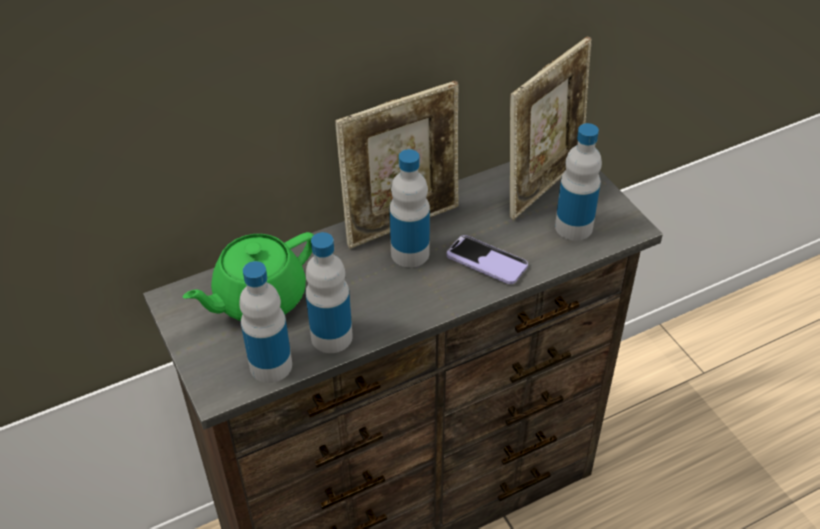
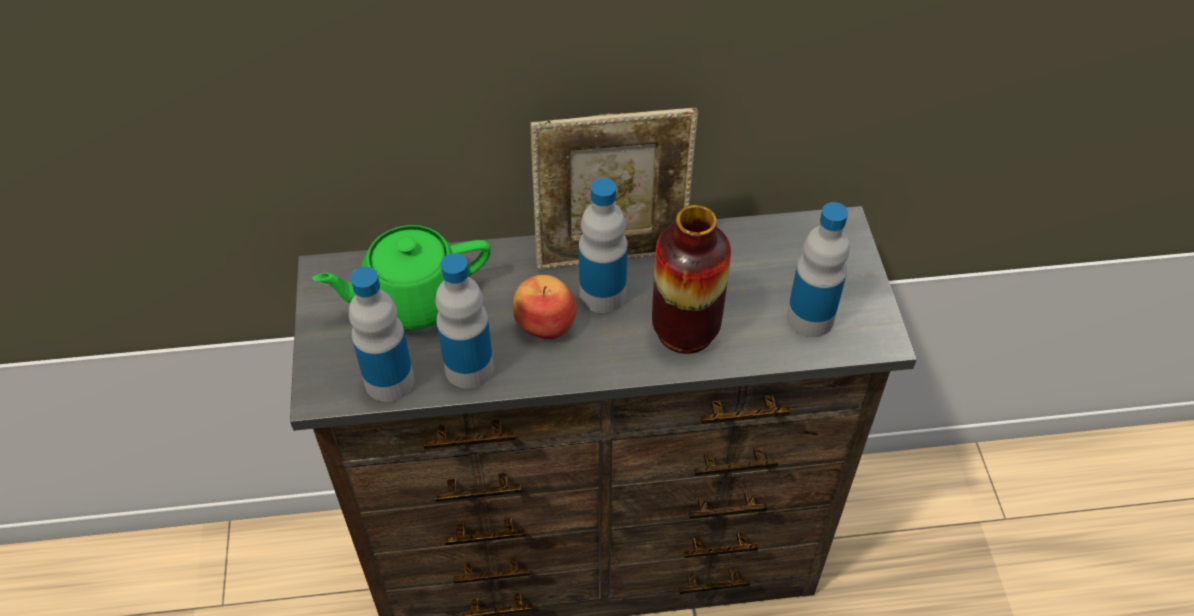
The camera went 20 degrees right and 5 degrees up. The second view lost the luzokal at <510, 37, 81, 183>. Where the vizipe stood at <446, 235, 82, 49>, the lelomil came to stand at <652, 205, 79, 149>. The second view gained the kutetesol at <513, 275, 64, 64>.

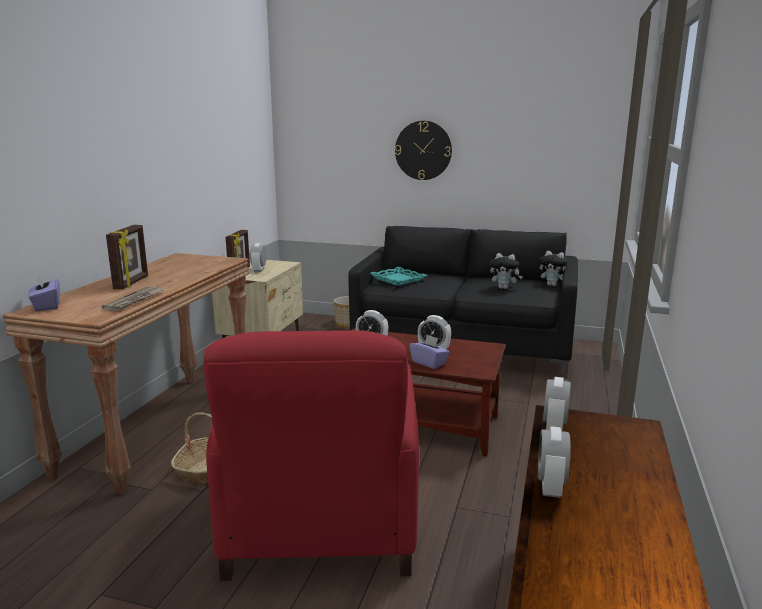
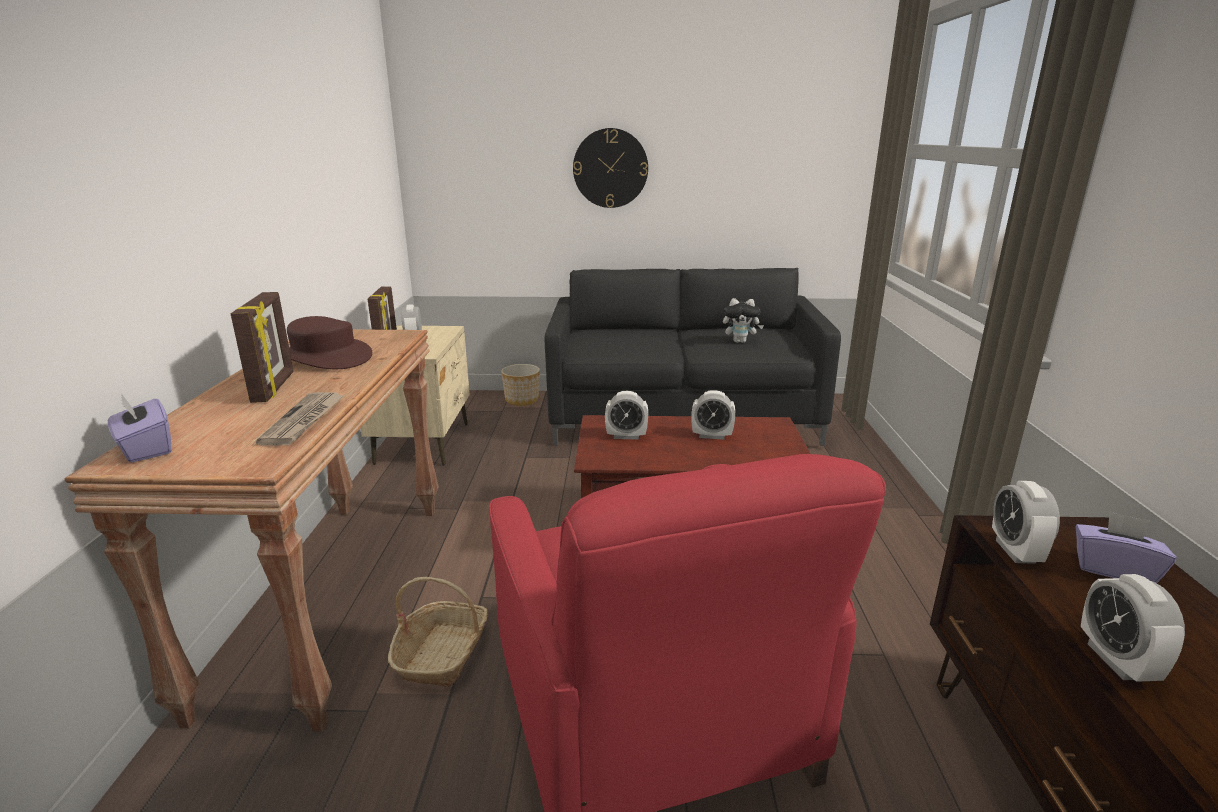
The camera went 15 degrees left and 5 degrees up. The second view lost the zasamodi at <539, 251, 29, 35>. The second view lost the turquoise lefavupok at <370, 267, 57, 19>. The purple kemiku ended up elsewhere, having gone from <409, 335, 41, 34> to <1075, 511, 102, 72>. The second view gained the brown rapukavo at <287, 316, 85, 53>.

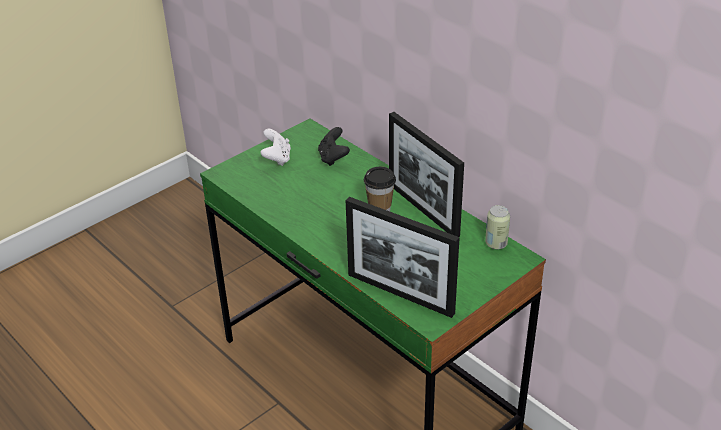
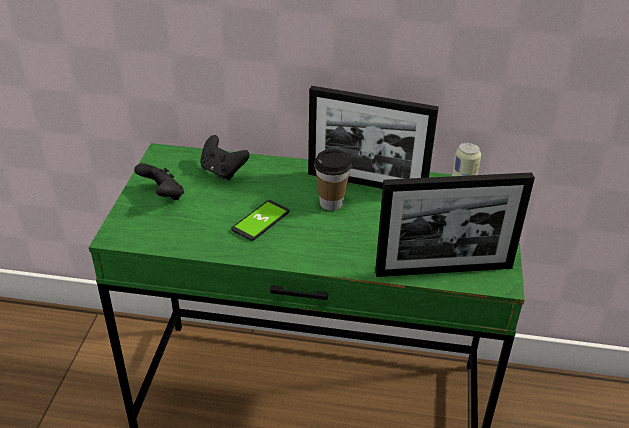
The camera went 40 degrees left and 0 degrees up. What was the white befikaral at <260, 129, 31, 37> turned into the black befikaral at <134, 163, 50, 37>. The second view gained the vizipe at <231, 200, 59, 41>.

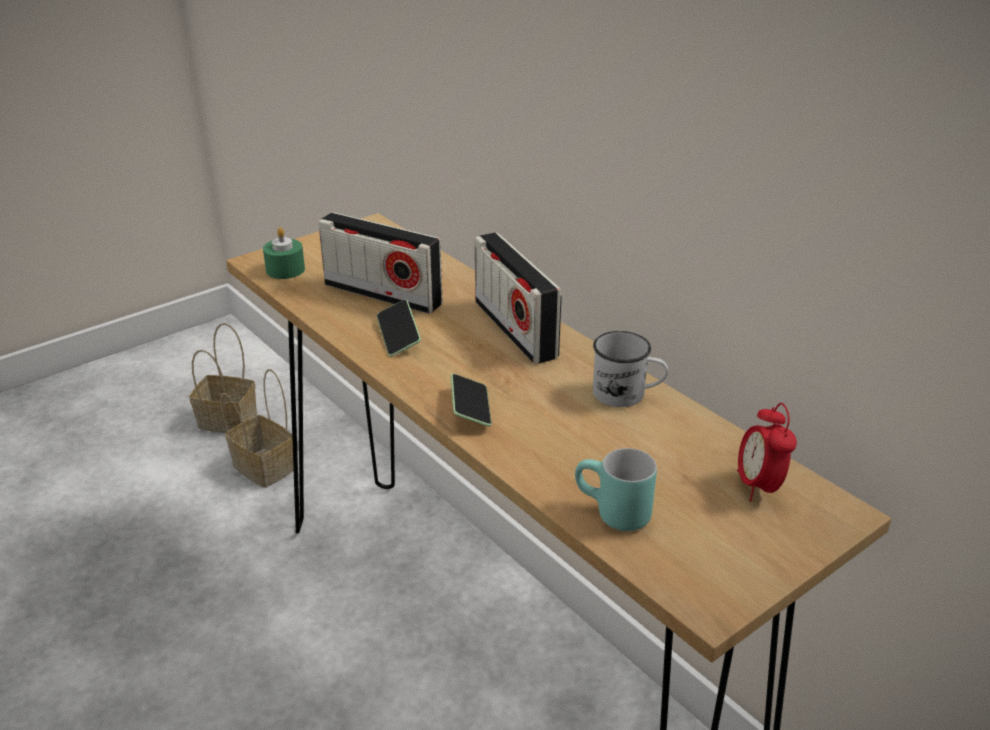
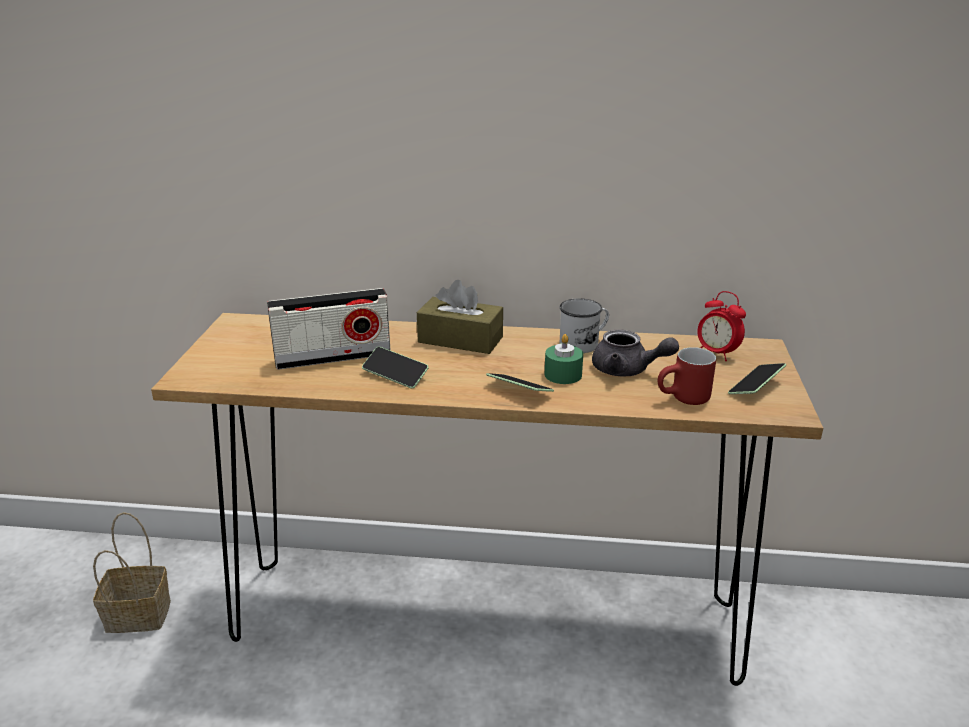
The camera went 45 degrees left and 5 degrees down. The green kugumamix ended up elsewhere, having gone from <263, 227, 42, 52> to <544, 334, 39, 50>. Where the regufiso stood at <475, 232, 87, 132>, the brown kemiku came to stand at <417, 280, 86, 74>. The second view lost the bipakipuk at <189, 323, 68, 110>. What was the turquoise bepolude at <575, 448, 82, 83> turned into the red bepolude at <658, 347, 58, 58>. The second view gained the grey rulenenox at <592, 330, 87, 46>. The second view gained the vizipe at <728, 363, 58, 31>.

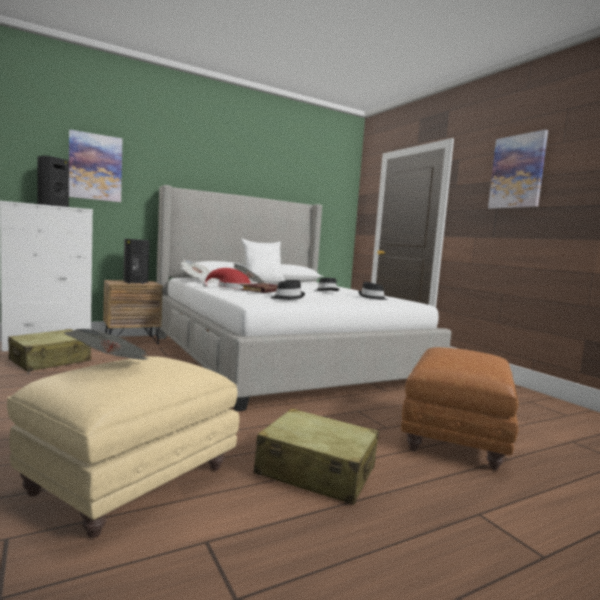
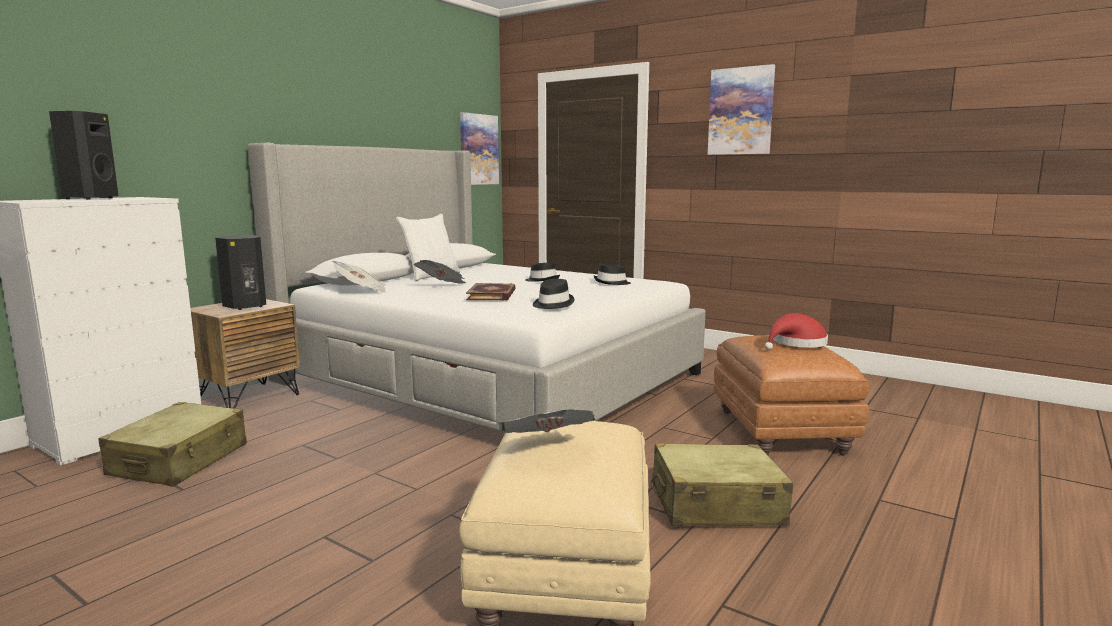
The camera went 25 degrees left and 5 degrees up. The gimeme ended up elsewhere, having gone from <69, 129, 53, 73> to <460, 112, 39, 73>. The red rapukavo ended up elsewhere, having gone from <203, 268, 48, 21> to <765, 313, 63, 37>.

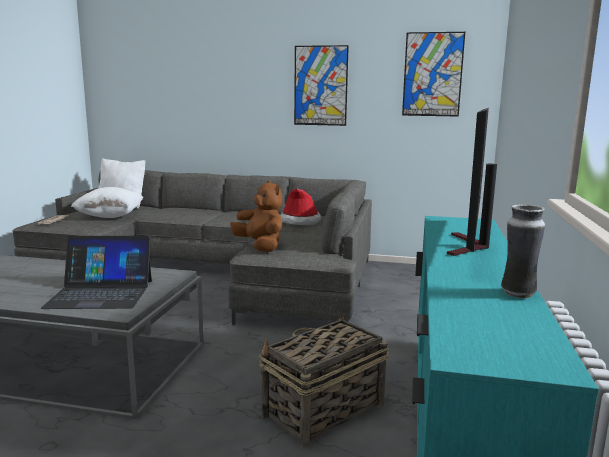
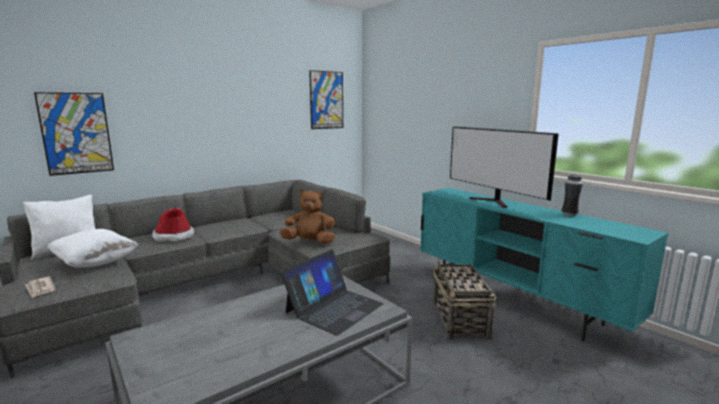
The camera went 50 degrees left and 0 degrees up. The gimeme ended up elsewhere, having gone from <294, 45, 55, 81> to <34, 92, 80, 84>. The rapukavo ended up elsewhere, having gone from <280, 188, 41, 37> to <152, 208, 42, 34>.

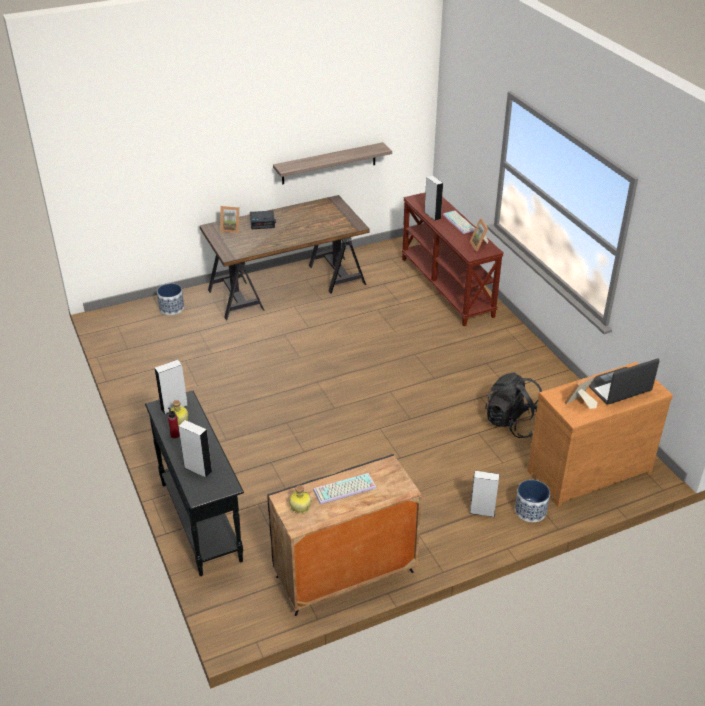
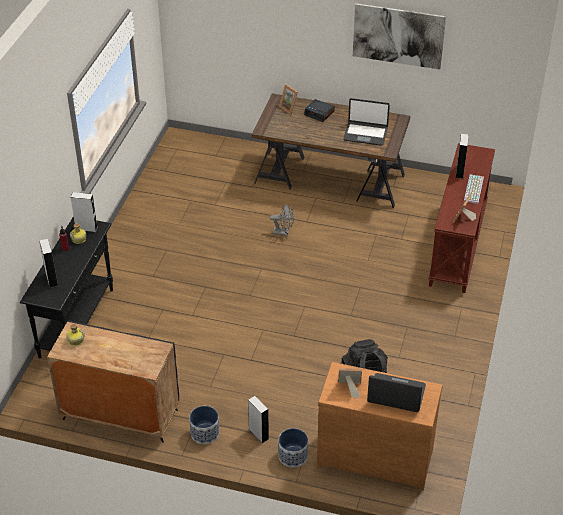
The camera went 40 degrees right and 5 degrees up. The second view lost the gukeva at <273, 142, 119, 42>. The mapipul ended up elsewhere, having gone from <157, 283, 27, 32> to <189, 406, 30, 38>. The second view lost the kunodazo at <313, 473, 63, 32>. The second view gained the gimeme at <353, 3, 93, 66>. The second view gained the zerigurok at <343, 98, 47, 48>. The second view gained the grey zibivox at <270, 204, 24, 32>.

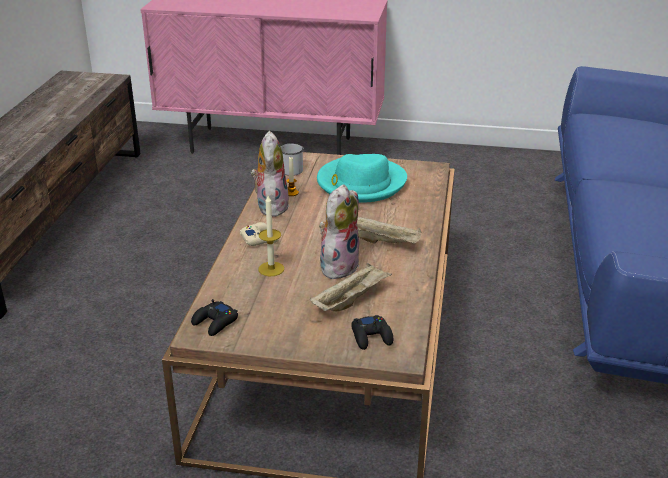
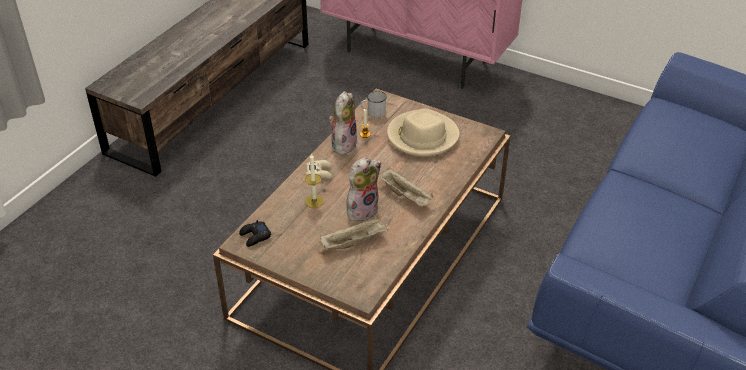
The camera went 20 degrees right and 10 degrees up. What was the turquoise rapukavo at <317, 154, 90, 48> turned into the beige rapukavo at <387, 109, 72, 48>. The second view lost the black befikaral at <351, 315, 42, 35>.

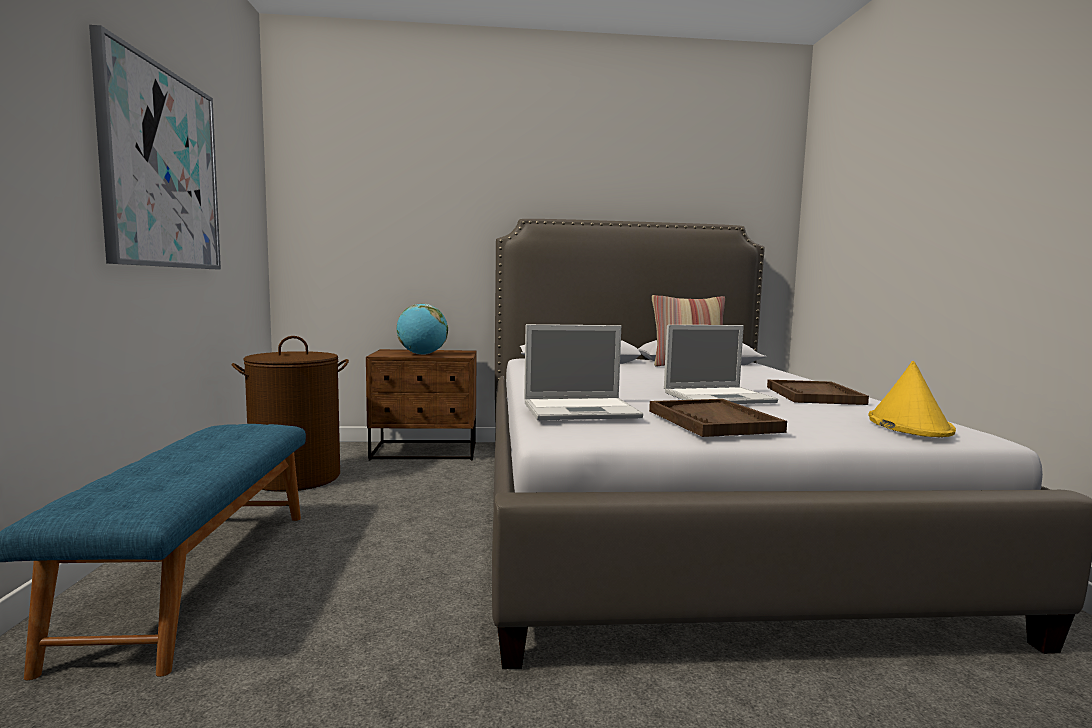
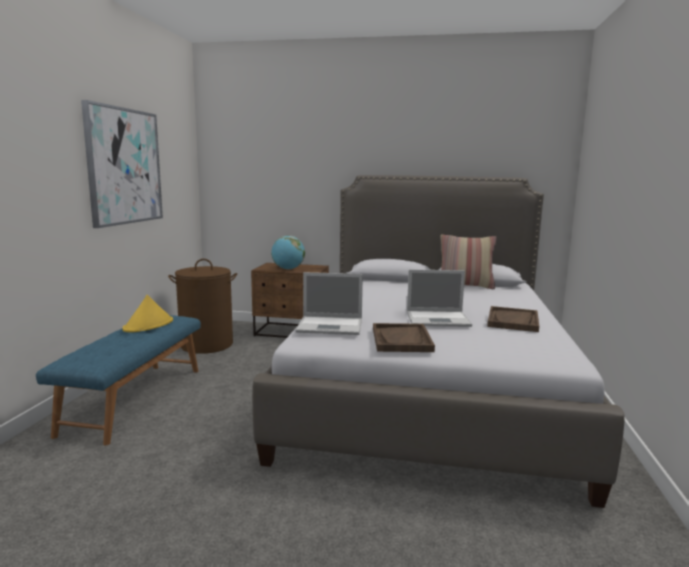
The camera went 15 degrees right and 5 degrees up. The yellow rapukavo ended up elsewhere, having gone from <868, 361, 88, 76> to <122, 295, 51, 37>.

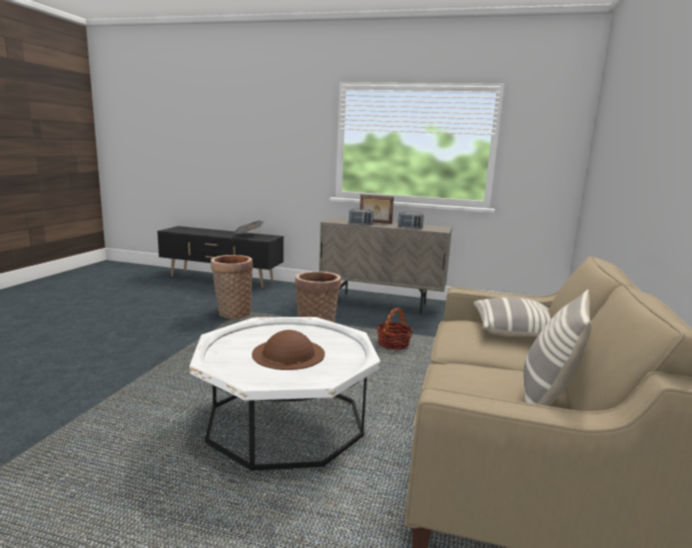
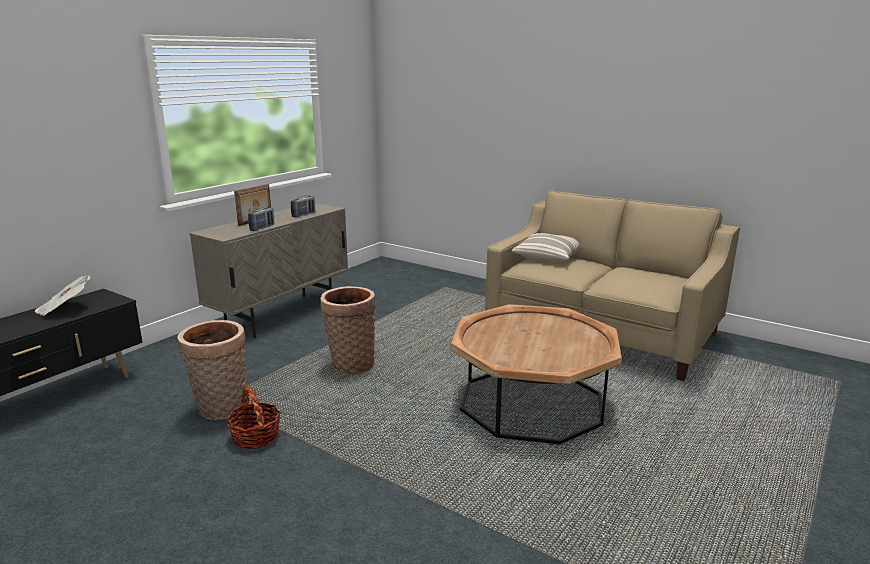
The camera went 70 degrees left and 5 degrees up. The second view lost the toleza at <523, 290, 69, 116>. The bipakipuk ended up elsewhere, having gone from <377, 308, 36, 42> to <226, 387, 55, 62>. What was the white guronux at <190, 317, 190, 154> turned into the brown guronux at <451, 304, 171, 140>. The second view lost the brown rapukavo at <252, 330, 73, 40>.

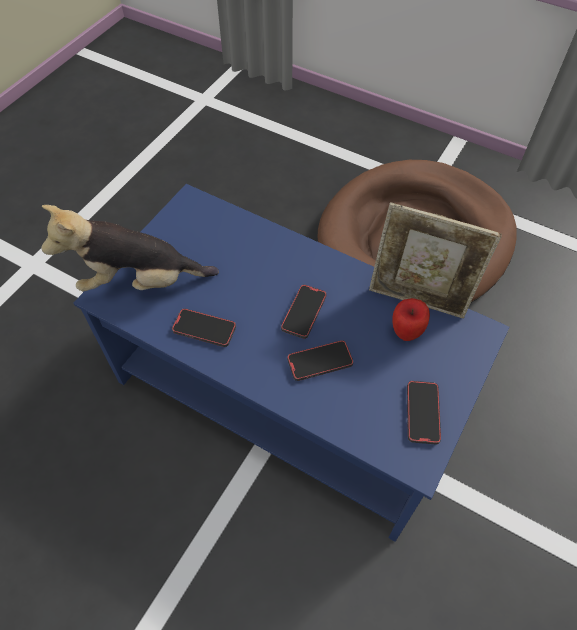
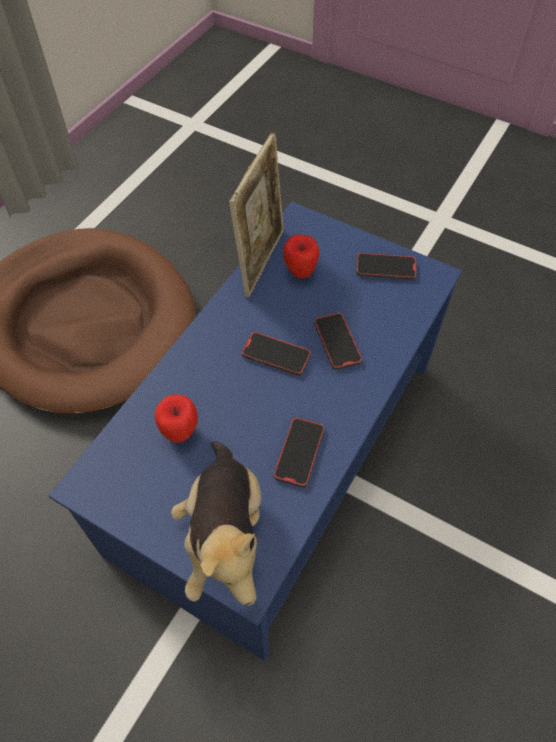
The camera went 90 degrees left and 0 degrees up. The second view gained the kutetesol at <155, 394, 43, 49>.

